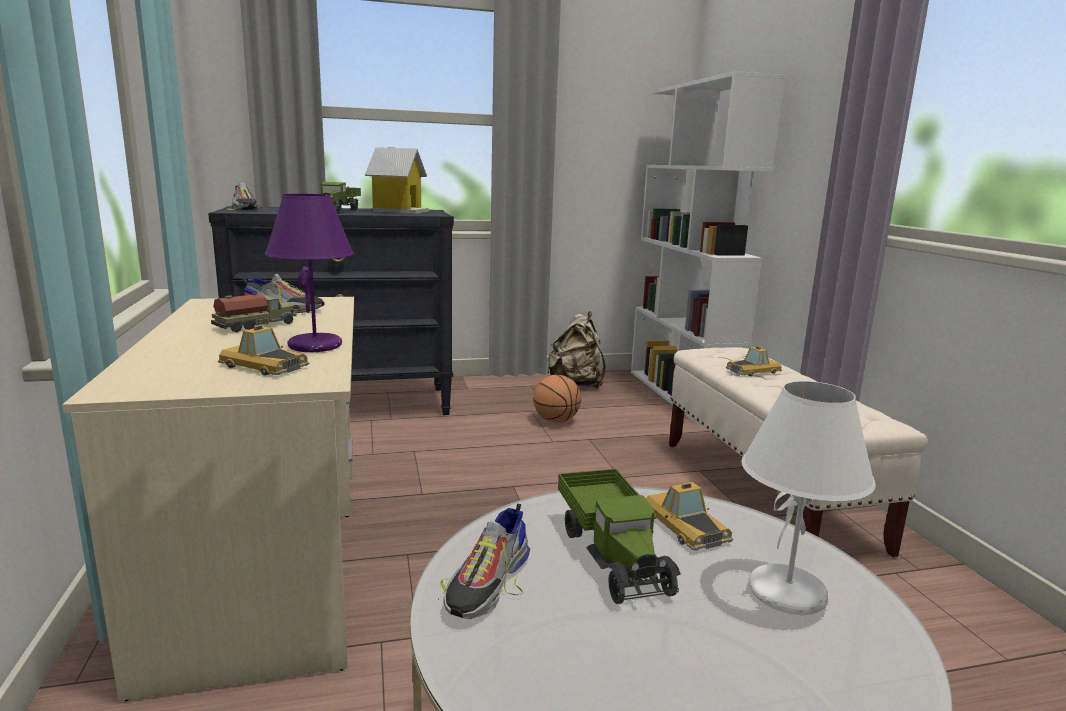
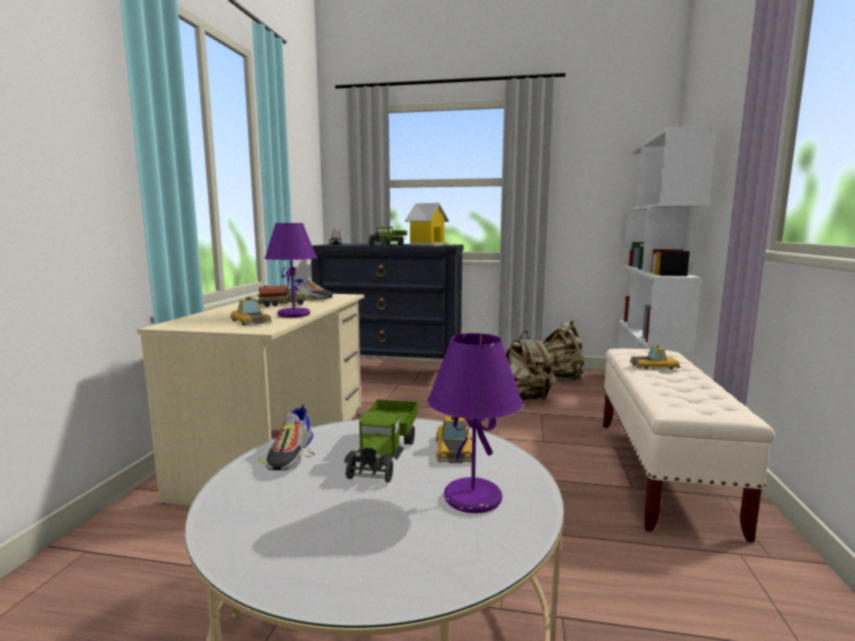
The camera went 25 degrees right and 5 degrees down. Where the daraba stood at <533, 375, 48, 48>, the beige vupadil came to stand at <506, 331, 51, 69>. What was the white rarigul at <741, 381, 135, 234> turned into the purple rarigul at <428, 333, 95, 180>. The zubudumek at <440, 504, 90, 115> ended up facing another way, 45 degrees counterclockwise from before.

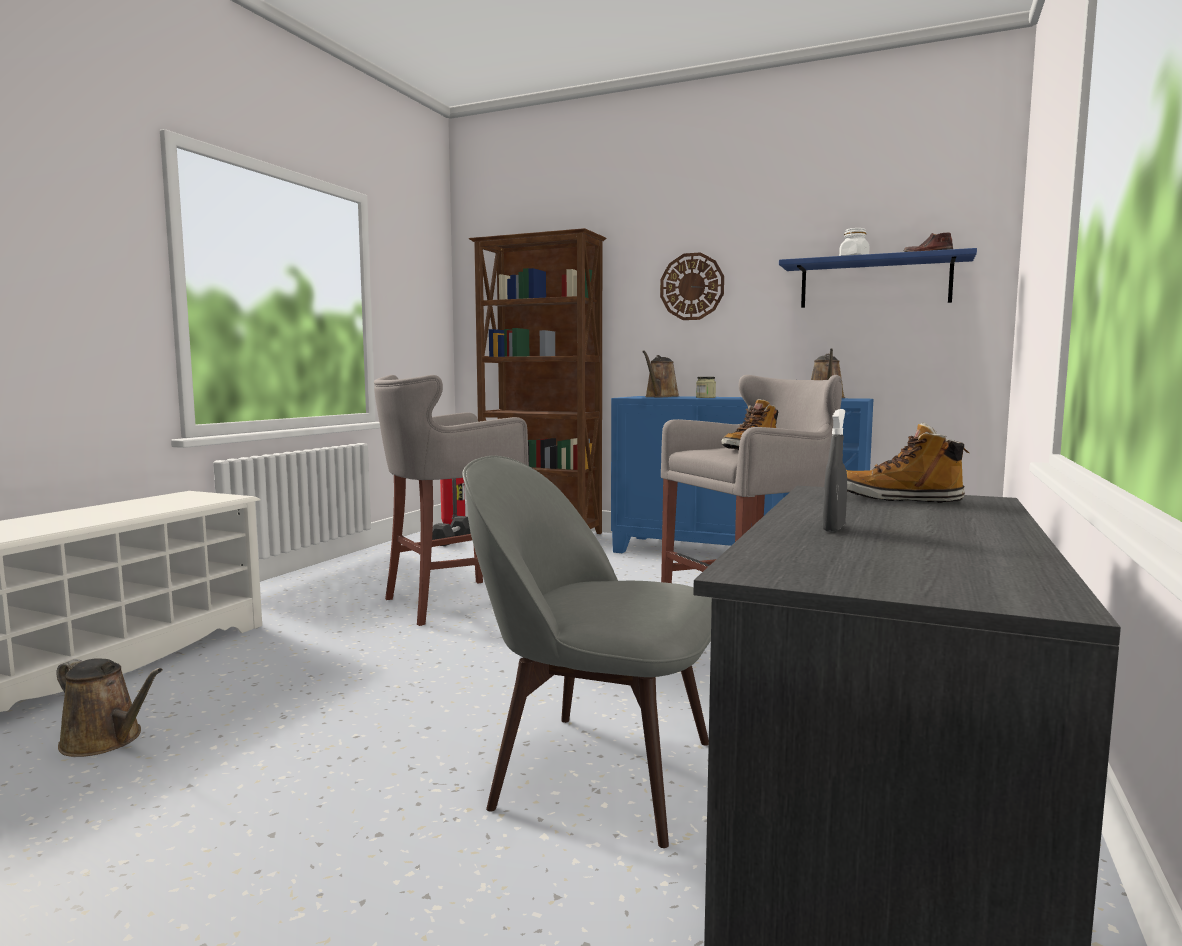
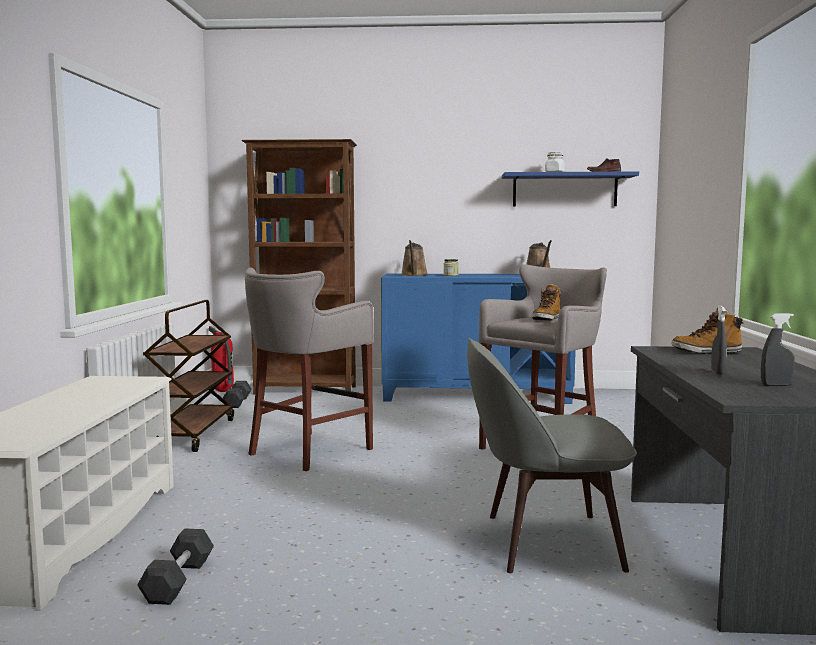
The camera went 20 degrees left and 0 degrees up. The second view lost the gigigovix at <660, 252, 64, 68>. Where the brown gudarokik stood at <56, 658, 107, 99>, the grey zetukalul came to stand at <137, 529, 77, 76>. The second view gained the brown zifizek at <143, 300, 91, 152>. The second view gained the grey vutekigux at <761, 313, 34, 73>.

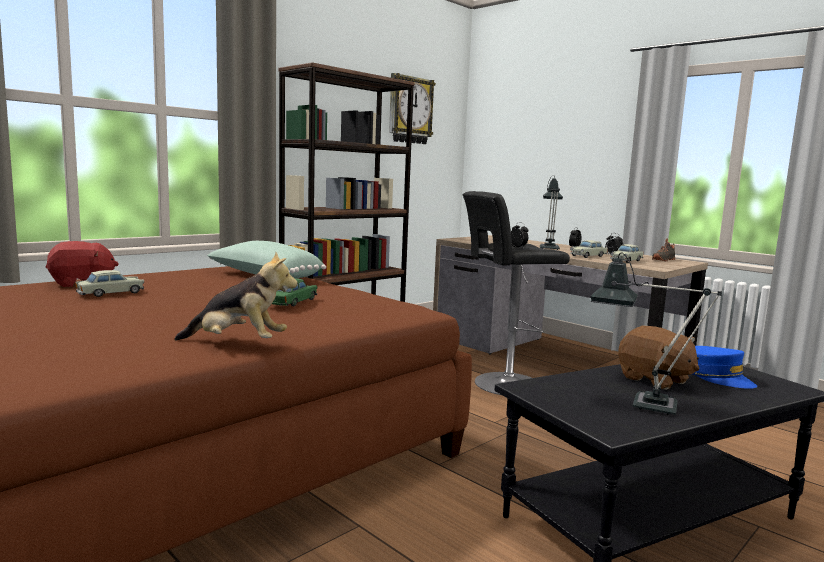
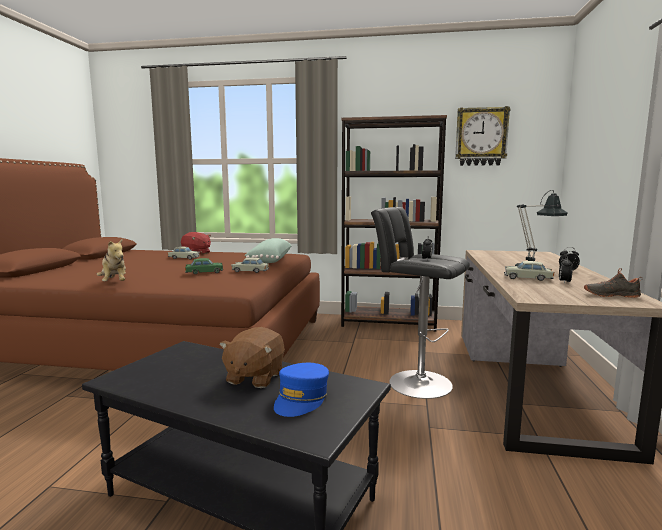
The camera went 55 degrees right and 0 degrees up. The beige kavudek ended up elsewhere, having gone from <610, 244, 34, 19> to <231, 257, 38, 16>. The second view lost the rarigul at <590, 252, 132, 163>.

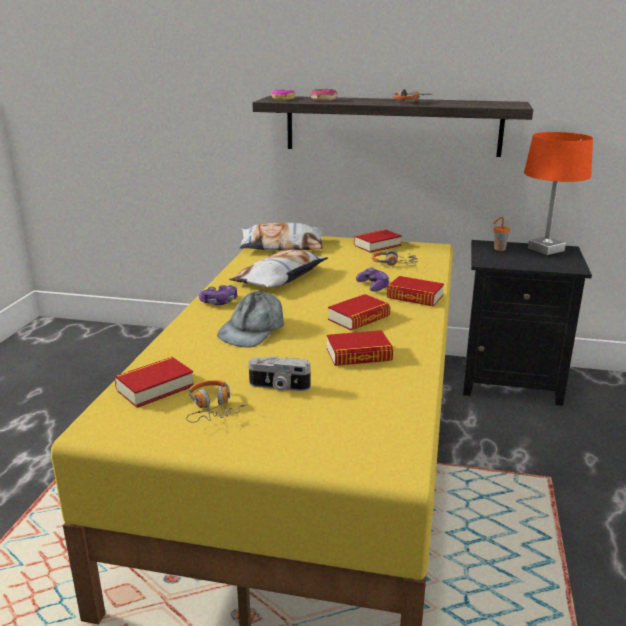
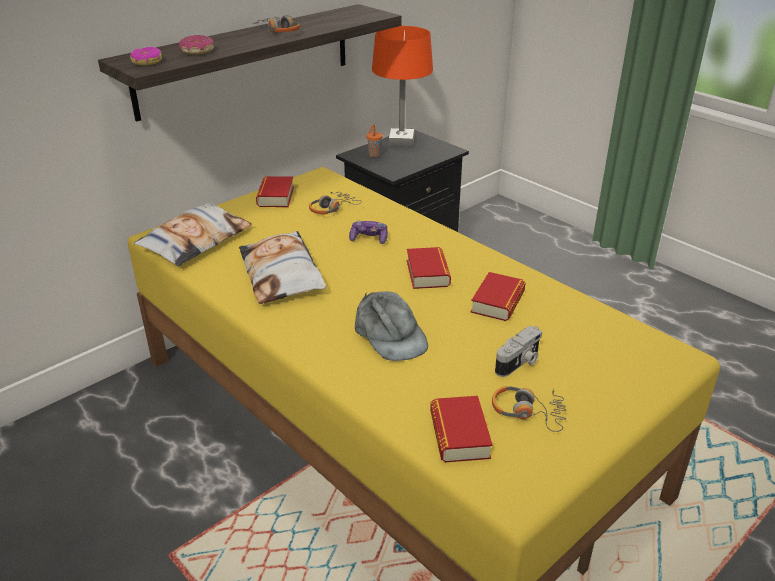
The camera went 55 degrees left and 10 degrees up. The second view lost the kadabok at <387, 276, 57, 30>. The second view lost the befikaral at <199, 285, 38, 20>.

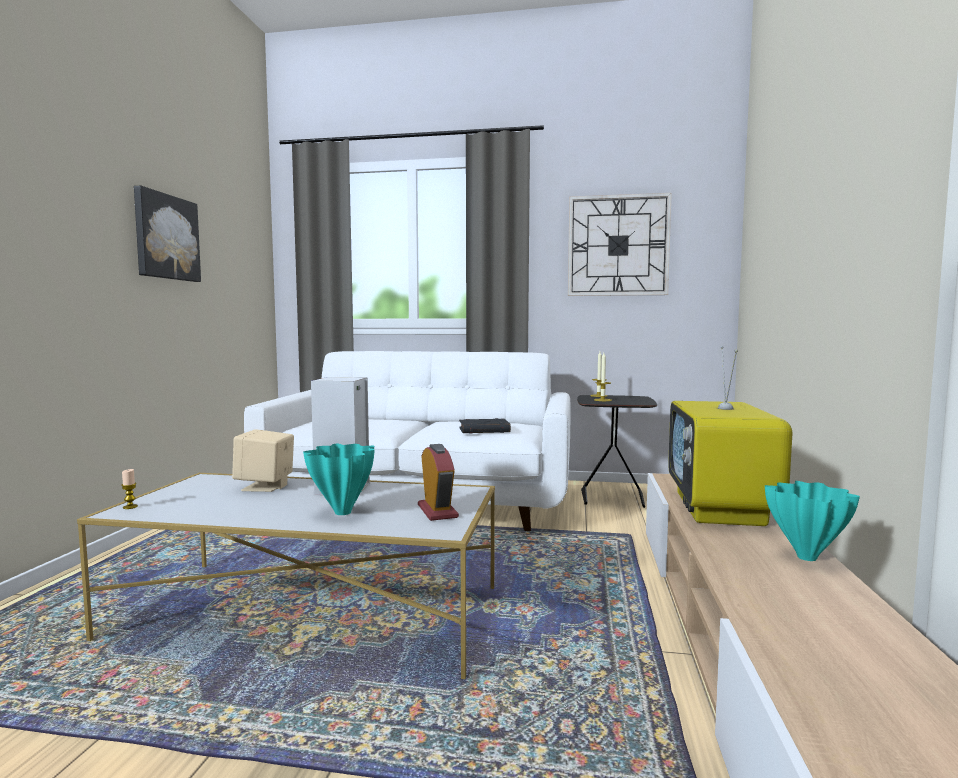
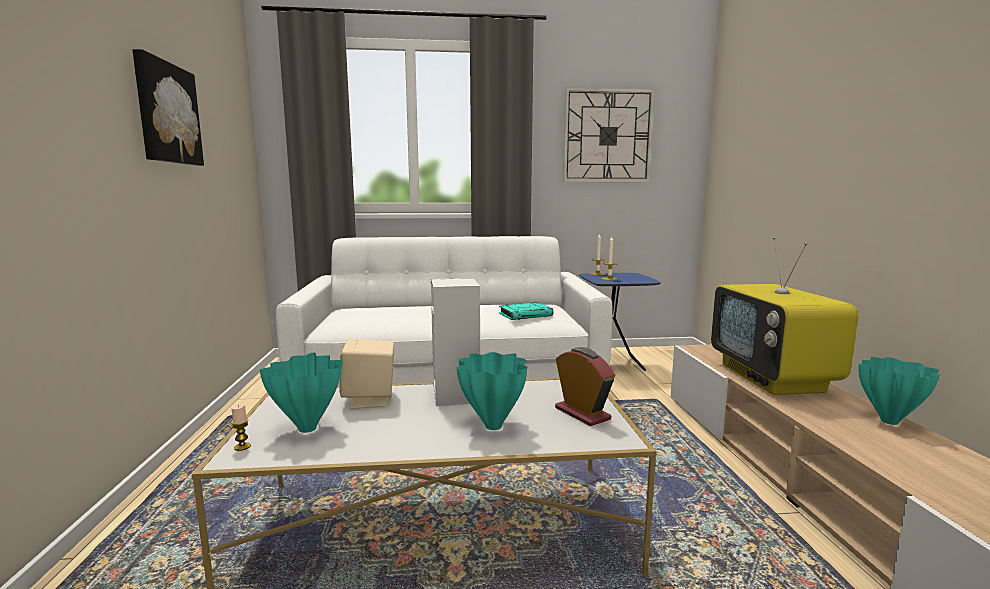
The camera went 15 degrees left and 5 degrees up. What was the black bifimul at <577, 395, 80, 113> turned into the blue bifimul at <579, 273, 82, 98>. What was the black kadabok at <459, 418, 52, 16> turned into the turquoise kadabok at <499, 302, 54, 18>. The second view gained the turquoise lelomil at <260, 353, 83, 80>.

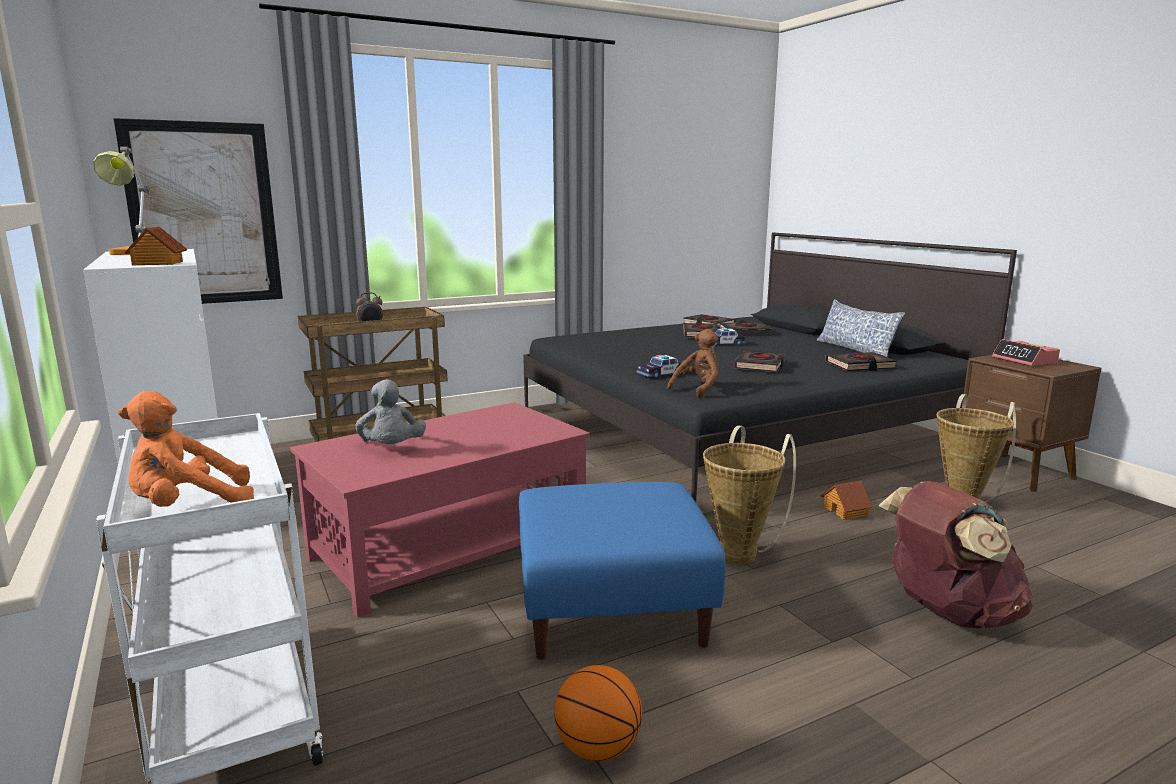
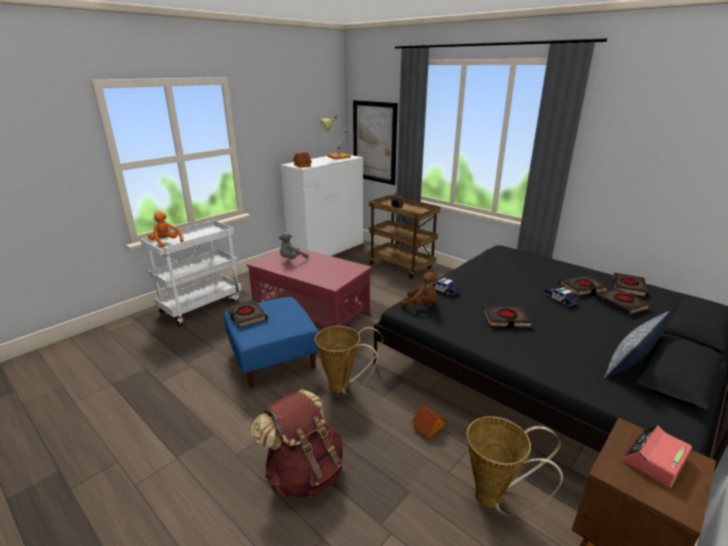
The camera went 70 degrees right and 10 degrees up. The black kadabok ended up elsewhere, having gone from <825, 352, 72, 19> to <227, 300, 41, 27>. The second view lost the daraba at <554, 665, 88, 96>.

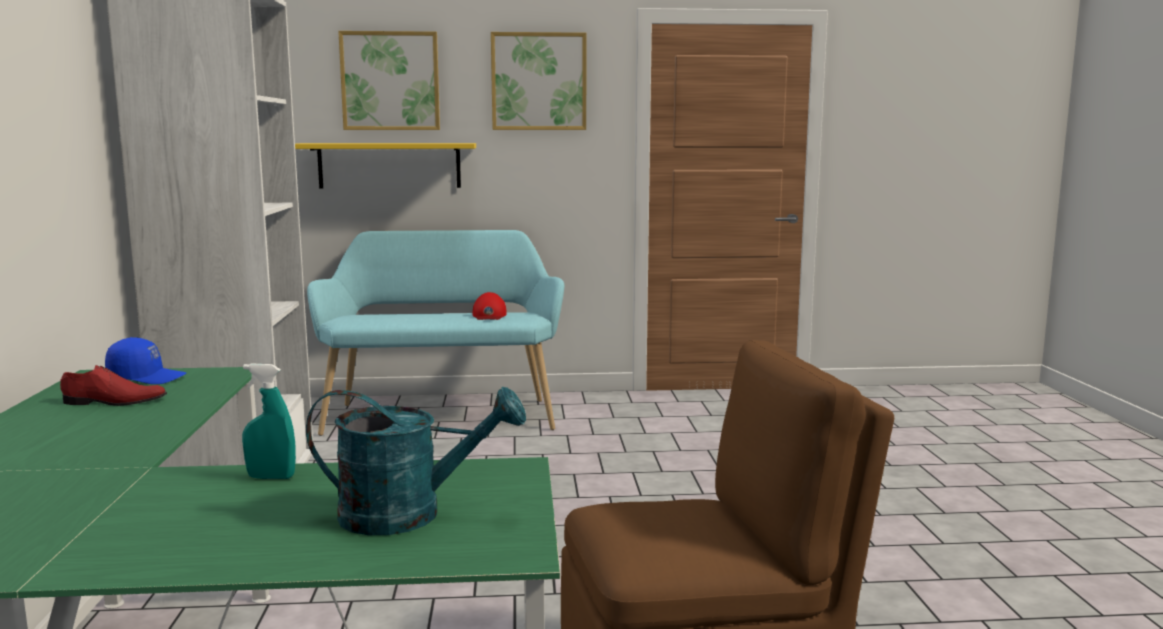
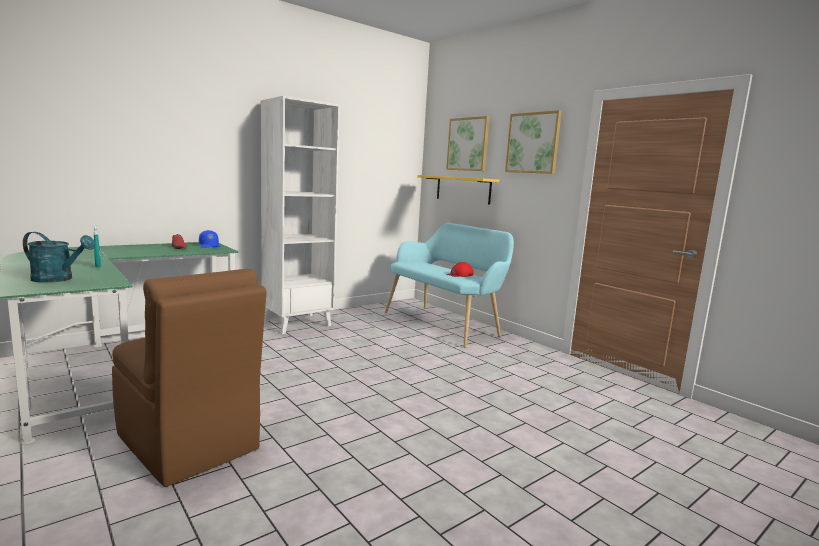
The camera went 55 degrees right and 0 degrees up. The turquoise gudarokik at <306, 387, 220, 148> ended up facing another way, 45 degrees counterclockwise from before.

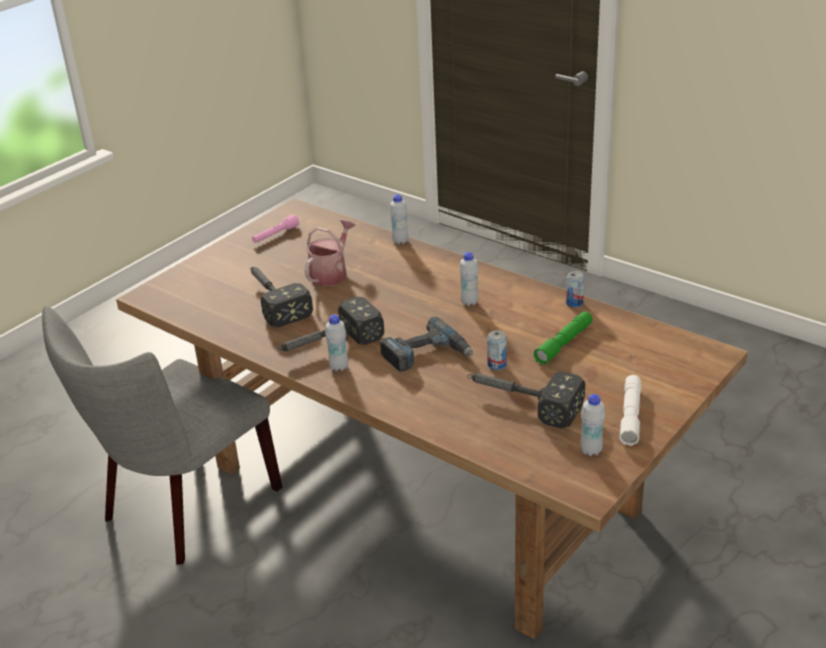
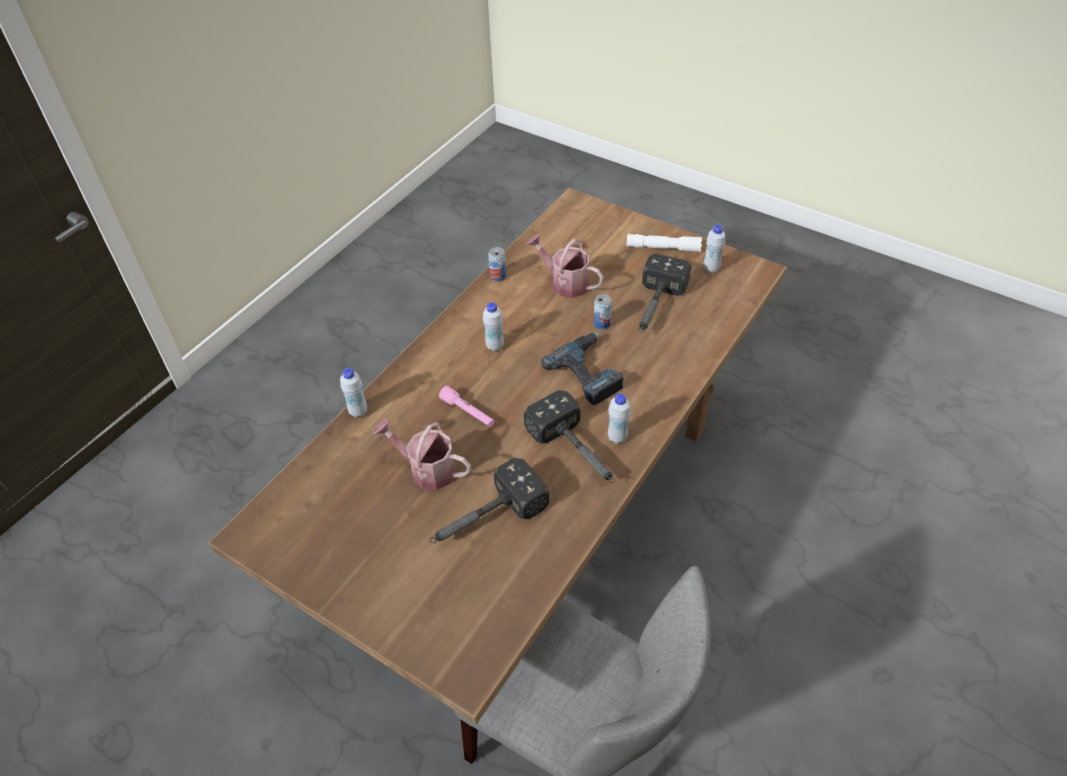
The camera went 95 degrees left and 15 degrees up. The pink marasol ended up elsewhere, having gone from <252, 214, 47, 29> to <439, 386, 56, 41>. Where the green marasol stood at <533, 311, 60, 54>, the gudarokik came to stand at <526, 234, 78, 64>.

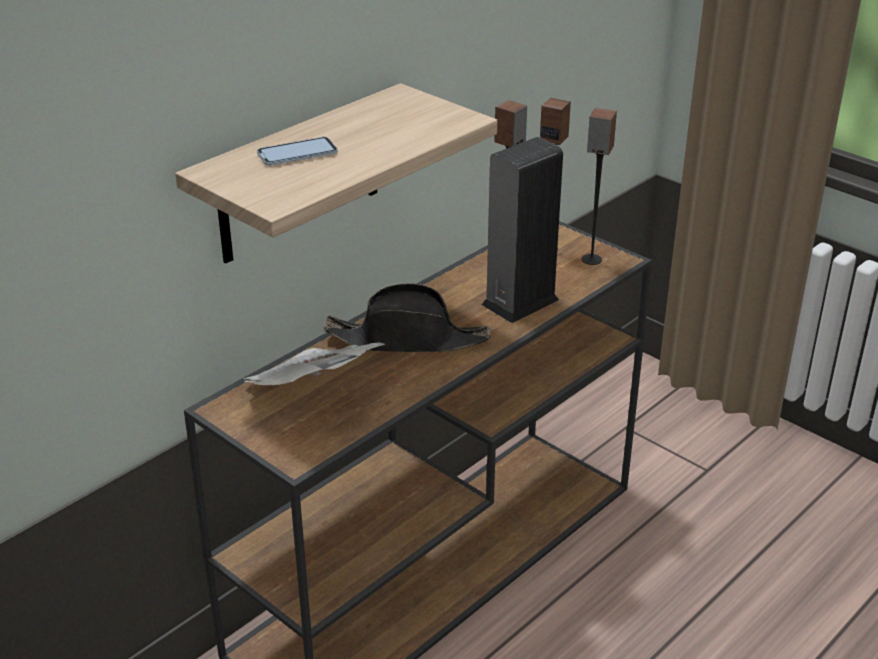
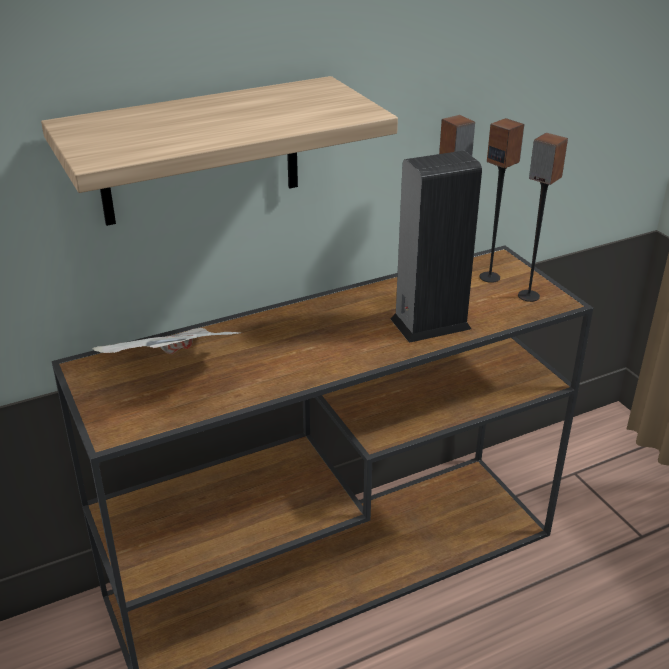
The camera went 20 degrees right and 0 degrees up. The second view lost the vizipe at <257, 137, 81, 29>. The second view lost the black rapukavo at <324, 283, 167, 69>.

